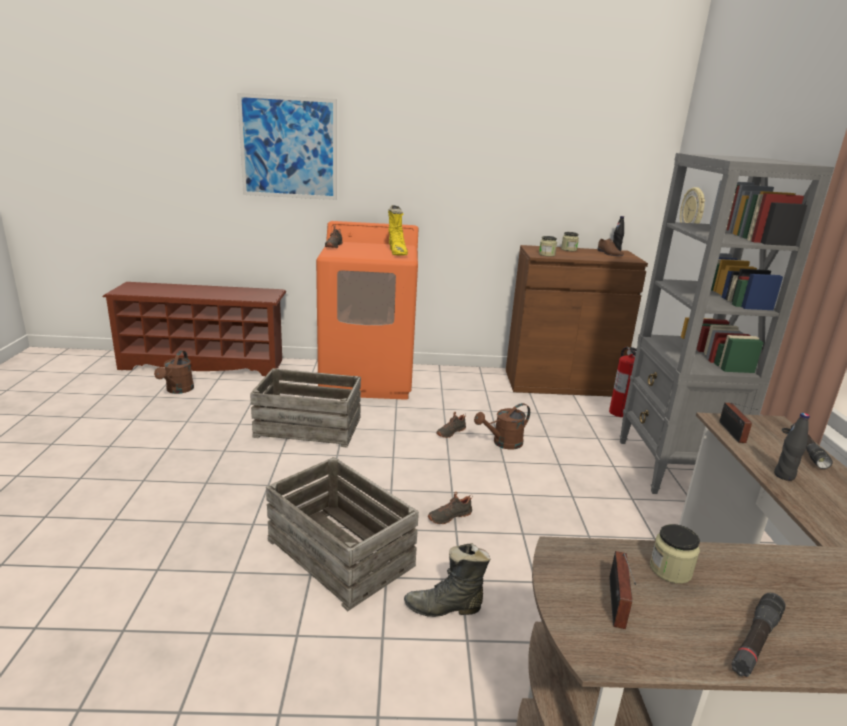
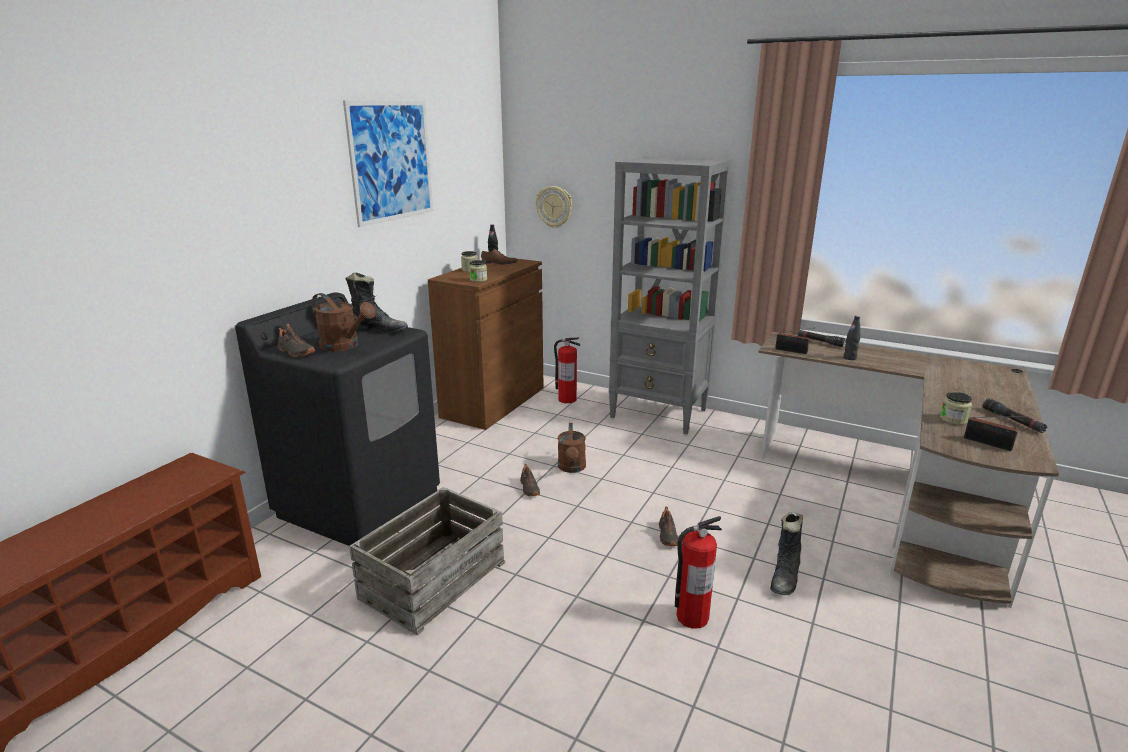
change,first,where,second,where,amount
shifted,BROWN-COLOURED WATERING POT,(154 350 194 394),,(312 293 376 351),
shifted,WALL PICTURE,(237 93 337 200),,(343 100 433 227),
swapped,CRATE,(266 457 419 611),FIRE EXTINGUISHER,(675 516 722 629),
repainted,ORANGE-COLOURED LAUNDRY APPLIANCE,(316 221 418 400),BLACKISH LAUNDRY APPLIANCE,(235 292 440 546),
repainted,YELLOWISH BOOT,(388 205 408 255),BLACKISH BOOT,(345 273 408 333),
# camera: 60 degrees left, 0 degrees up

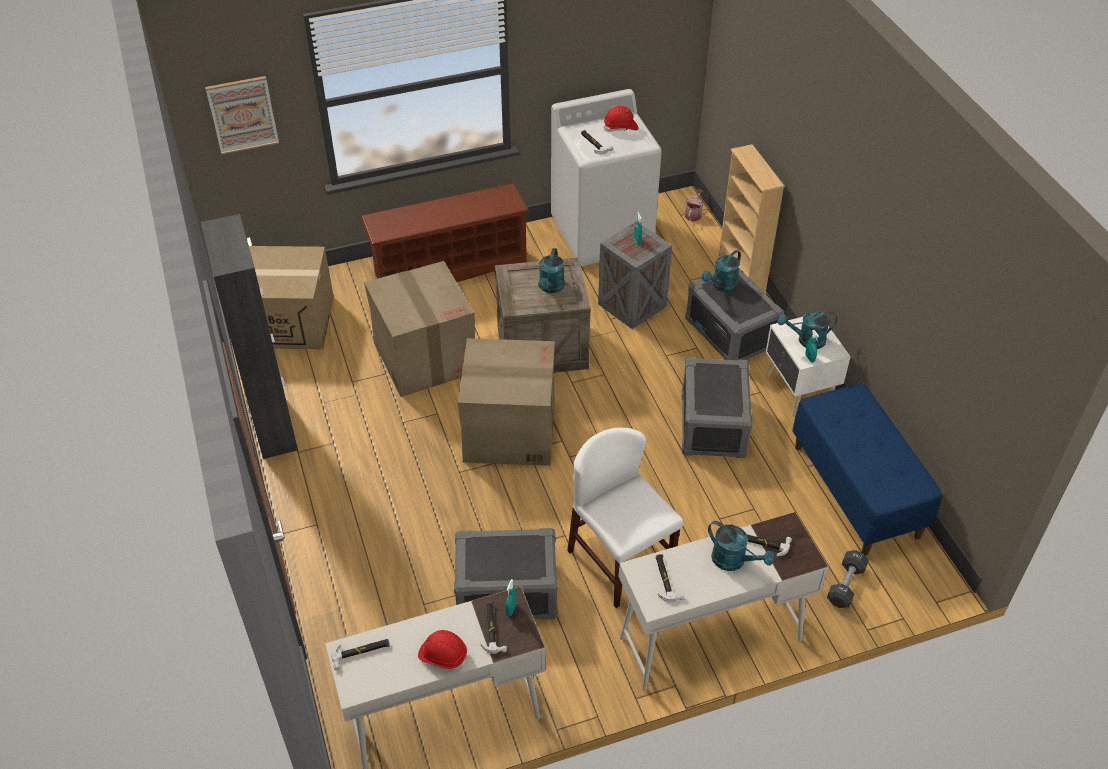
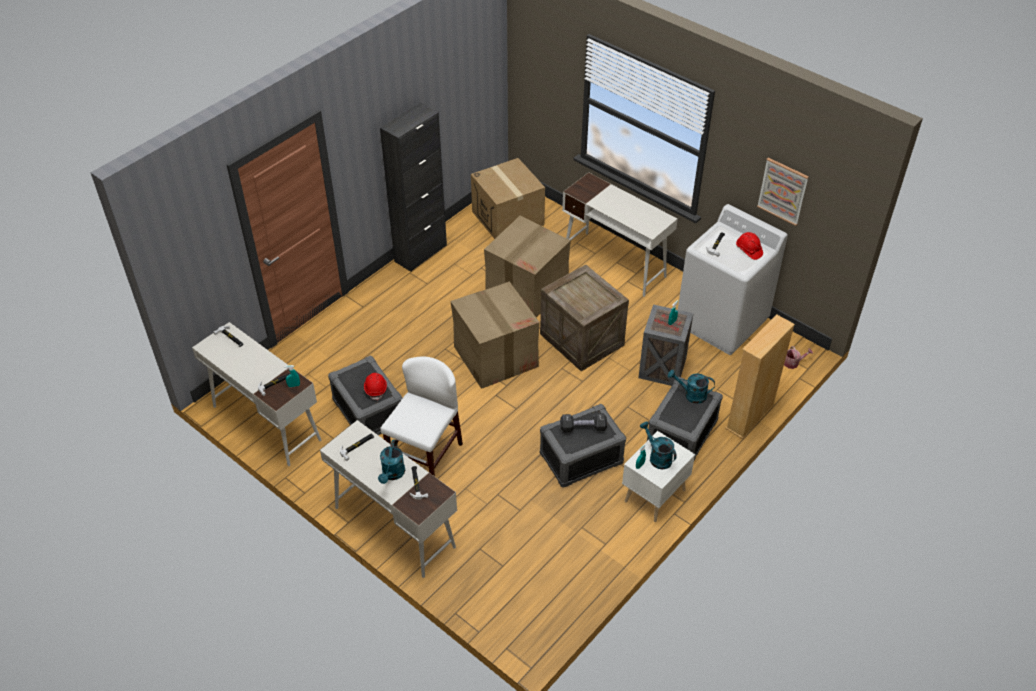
change,first,where,second,where,amount
gone,TURQUOISE WATERING POT,(538 248 565 293),,,
gone,BLUE-COLOURED LONG SEAT,(792 383 942 556),,,
shifted,WALL PICTURE,(205 76 279 155),,(757 158 809 226),
shifted,RED HARD HAT,(418 630 467 670),,(364 373 387 401),
shifted,BLACKISH DUMBBELL,(827 550 869 608),,(560 413 607 432),
swapped,BROWN-COLOURED SHOE SHELF,(361 184 529 282),WHITISH DESK UNIT,(562 172 678 297),
# camera: 60 degrees right, 0 degrees up

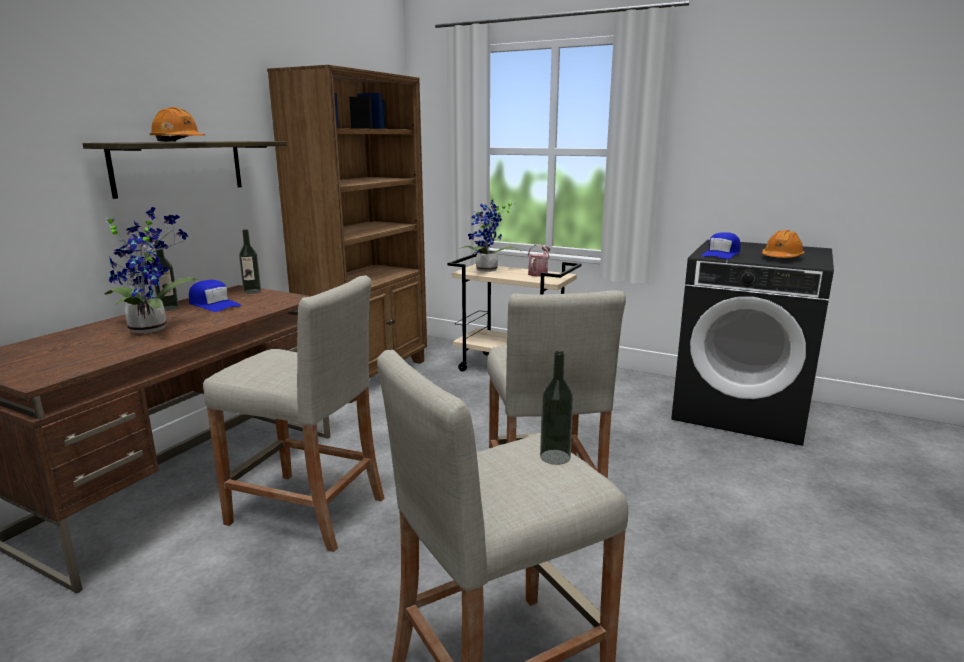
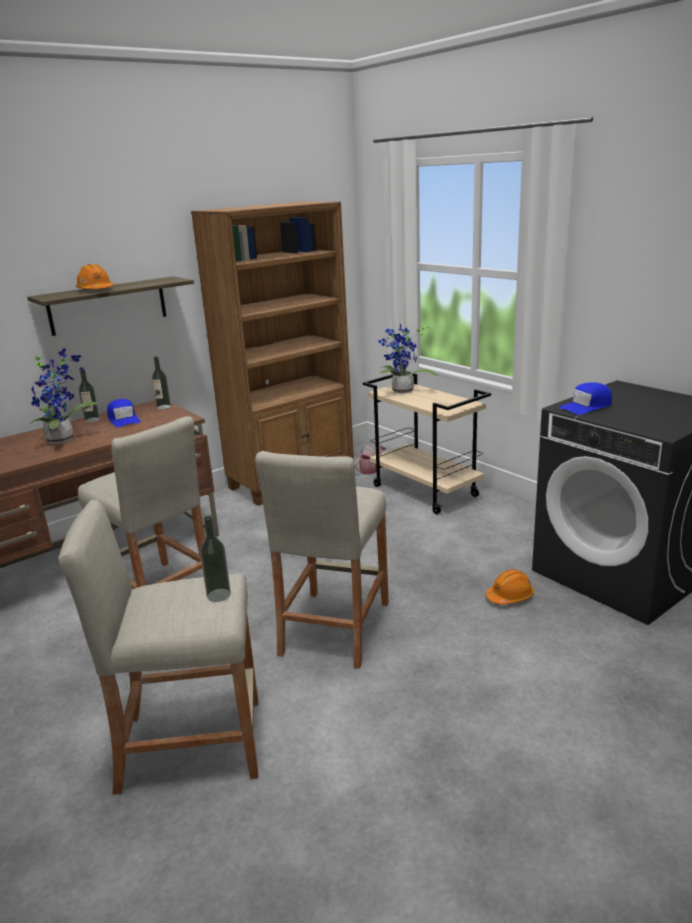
change,first,where,second,where,amount
shifted,WATERING POT,(527 244 551 277),,(355 445 386 475),
shifted,ORANGE-COLOURED HARD HAT,(762 230 805 258),,(486 569 534 605),
# camera: 25 degrees right, 5 degrees up

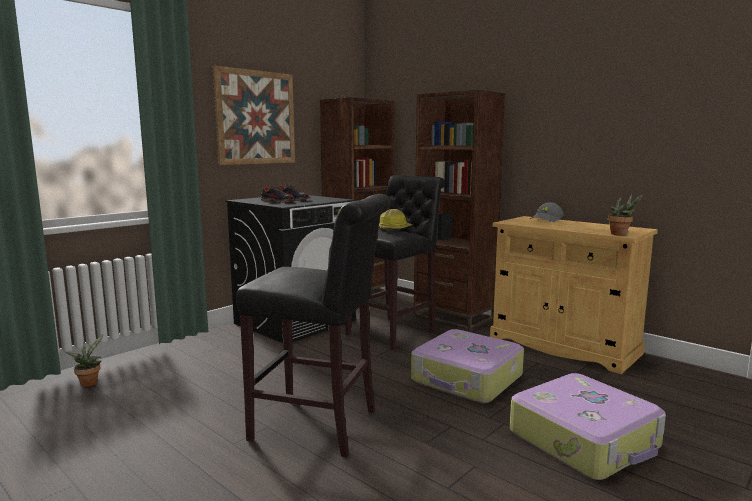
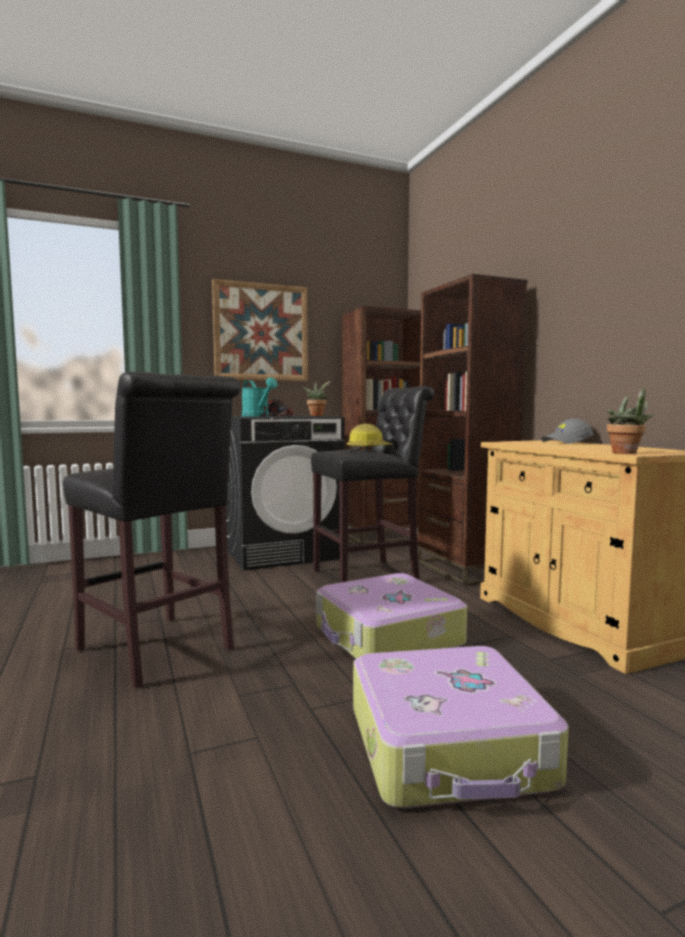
change,first,where,second,where,amount
shifted,HOUSEPLANT,(66 334 104 387),,(302 381 331 416),
swapped,LOW SHOE,(261 185 295 203),TURQUOISE WATERING POT,(242 377 277 417),
# camera: 25 degrees right, 5 degrees down

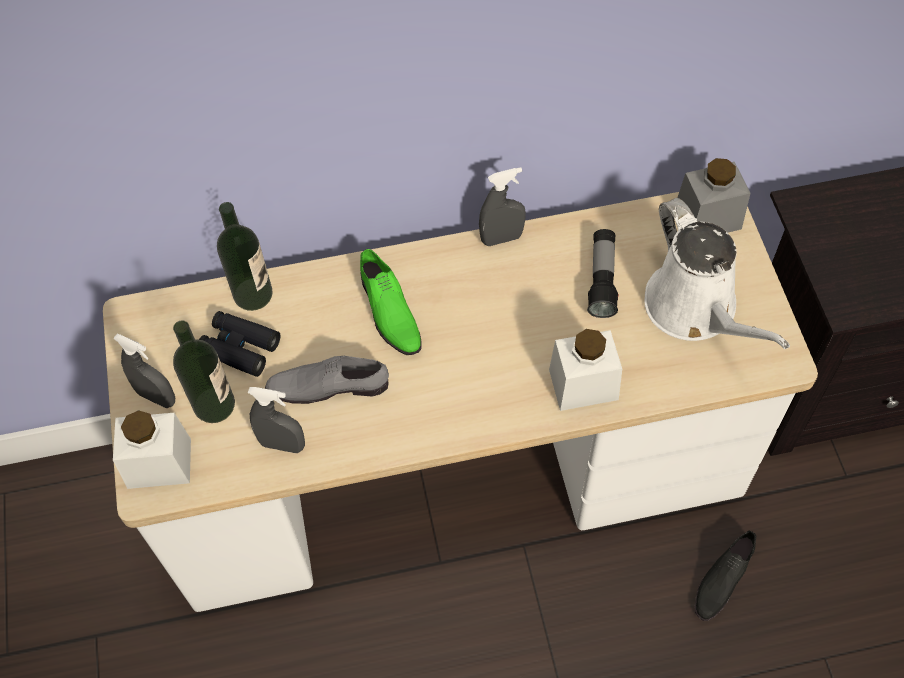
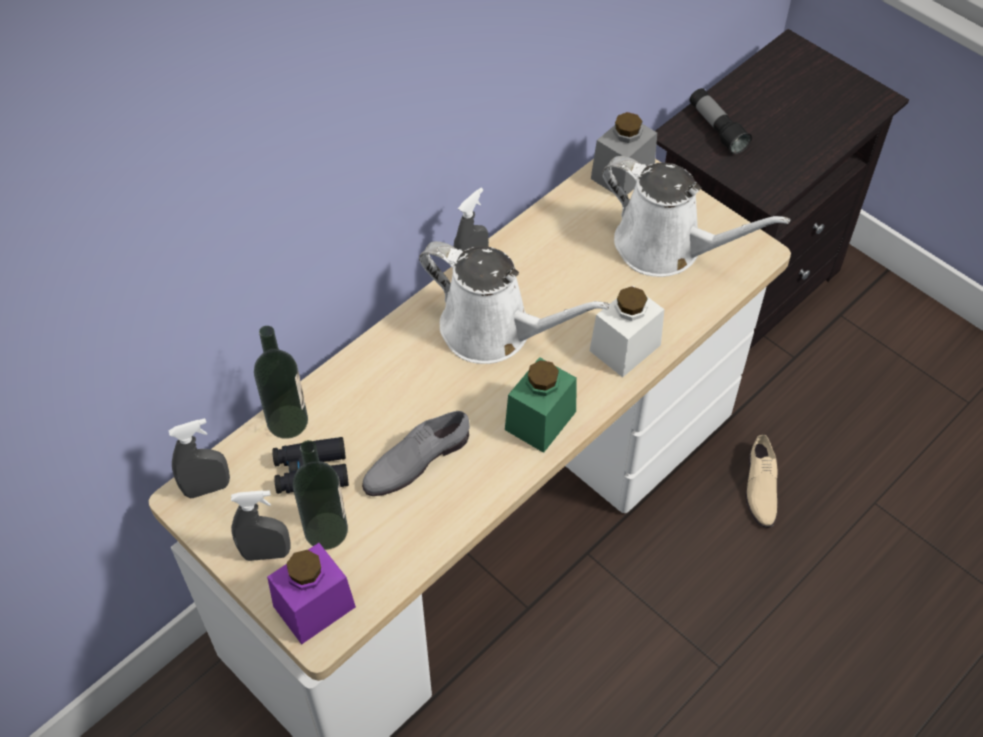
change,first,where,second,where,amount
gone,GREENISH LOW SHOE,(360 249 422 355),,,
new,,,WHITISH WATERING POT,(419 241 610 364),
new,,,GREENISH STORAGE JAR,(505 357 577 453),
shifted,GREYISH SPRAY BOTTLE,(248 387 305 453),,(169 418 230 498),
shifted,HAND TORCH,(587 229 618 318),,(690 88 752 154),
repainted,WHITISH STORAGE JAR,(113 410 191 489),PURPLISH STORAGE JAR,(267 543 356 645),
repainted,BLACKISH LOW SHOE,(695 531 756 621),SAND-COLOURED LOW SHOE,(745 434 778 528),
# camera: 35 degrees left, 5 degrees down

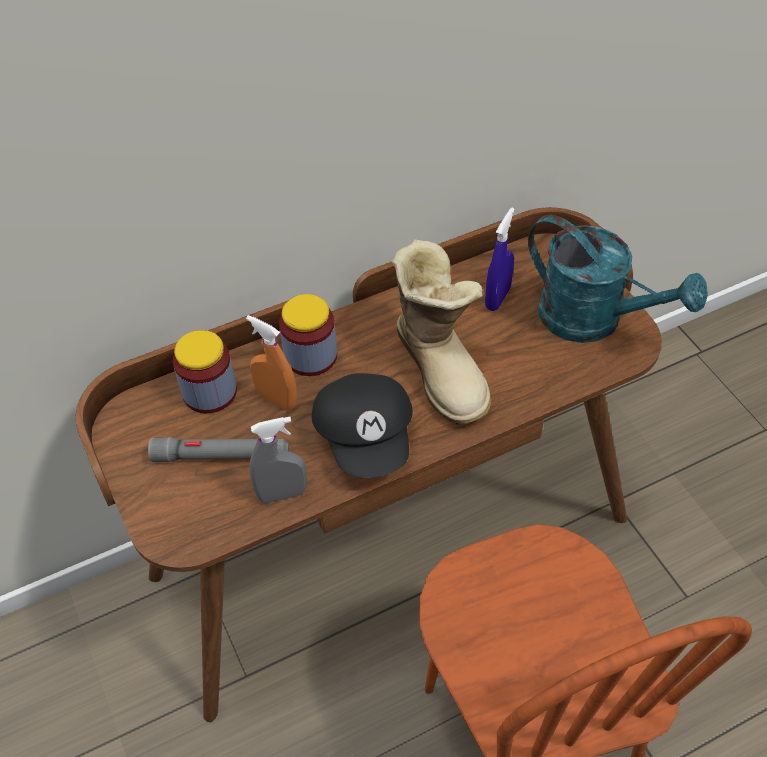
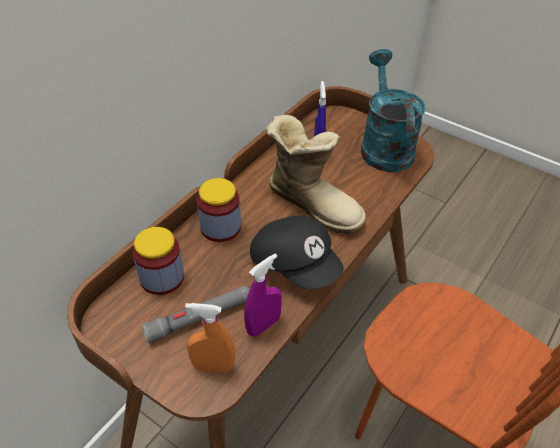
change,first,where,second,where,amount
shifted,ORANGE-COLOURED SPRAY BOTTLE,(246 315 297 410),,(185 303 235 372),
repainted,GREYISH SPRAY BOTTLE,(249 417 307 503),PURPLISH SPRAY BOTTLE,(244 253 282 337),
rotated,TURQUOISE WATERING POT,(528 215 708 343),,(361 49 426 172),105 degrees counterclockwise
# camera: 30 degrees left, 5 degrees down

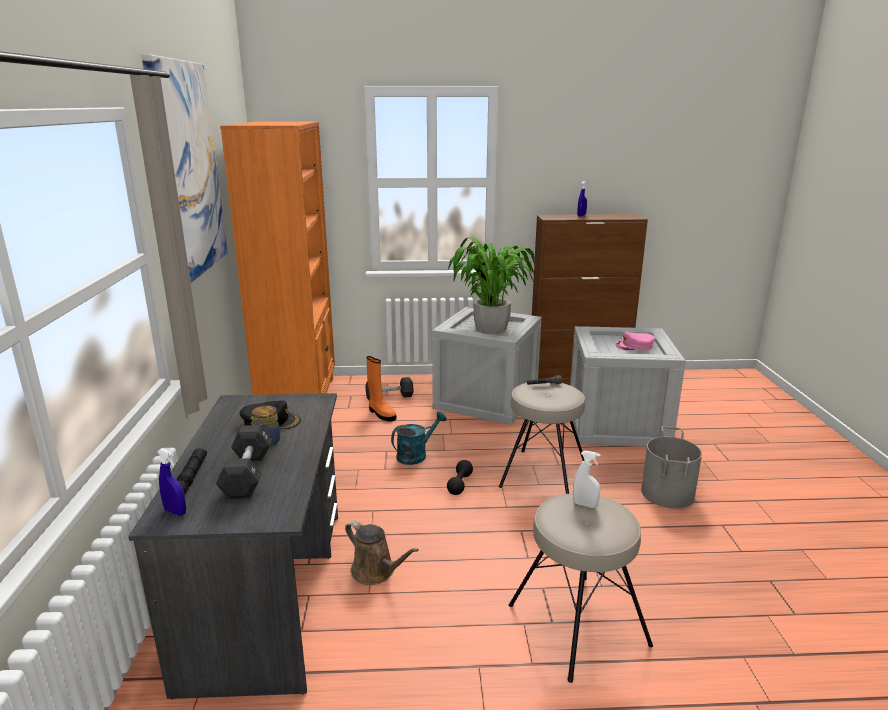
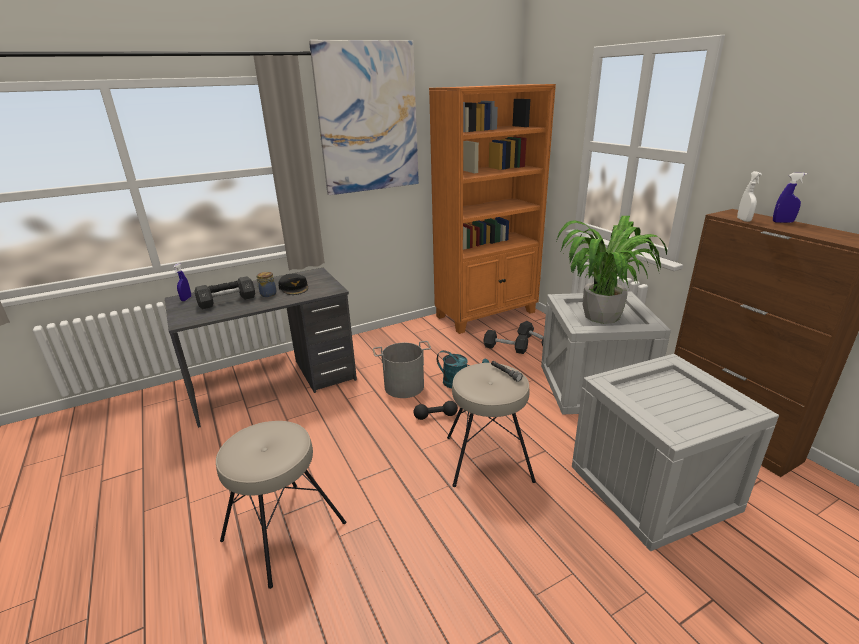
change,first,where,second,where,amount
gone,BROWN-COLOURED WATERING POT,(345 520 419 585),,,
gone,PINK BASEBALL CAP,(615 332 655 350),,,
shifted,WHITISH SPRAY BOTTLE,(573 451 600 508),,(737 171 762 222),
shifted,GREYISH BUCKET,(641 426 702 509),,(373 341 431 398),
swapped,ORANGE-COLOURED BOOT,(367 356 396 421),BLACKISH DUMBBELL,(483 330 528 354),
# camera: 65 degrees right, 5 degrees up

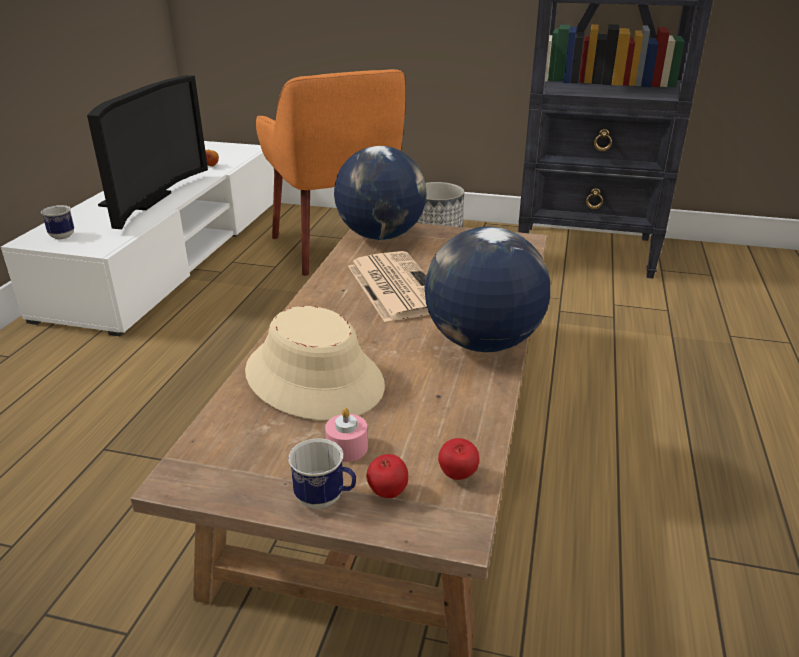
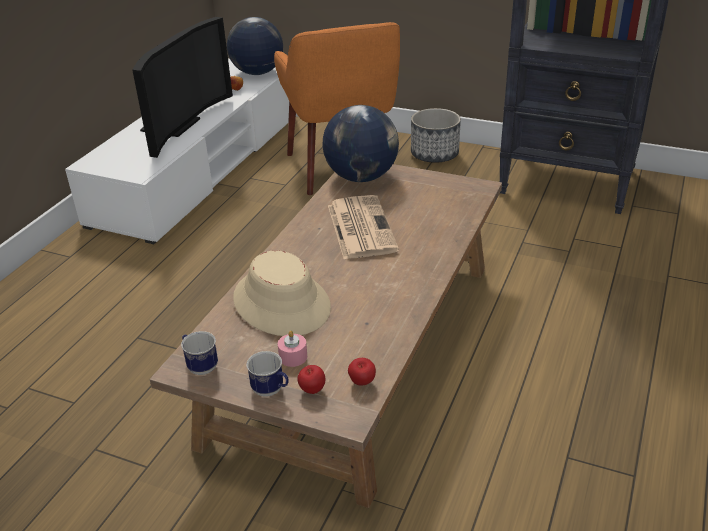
change,first,where,second,where,amount
shifted,TEA MUG,(41 205 74 239),,(181 331 218 375),
shifted,GLOBE,(425 227 550 352),,(227 17 283 75),
# camera: 10 degrees right, 5 degrees up

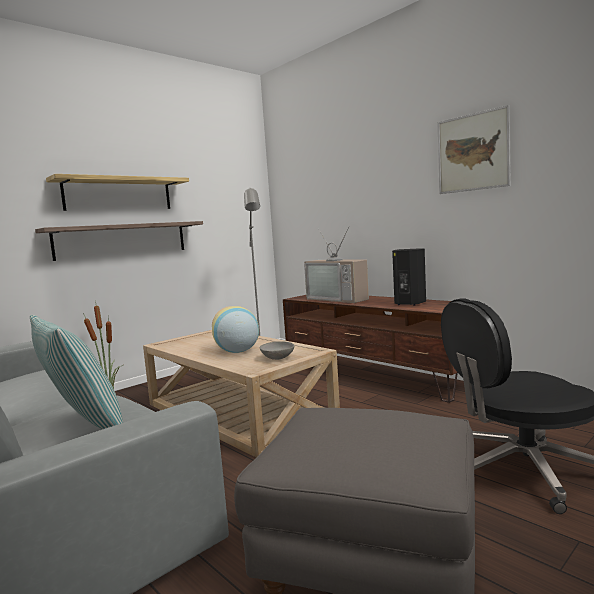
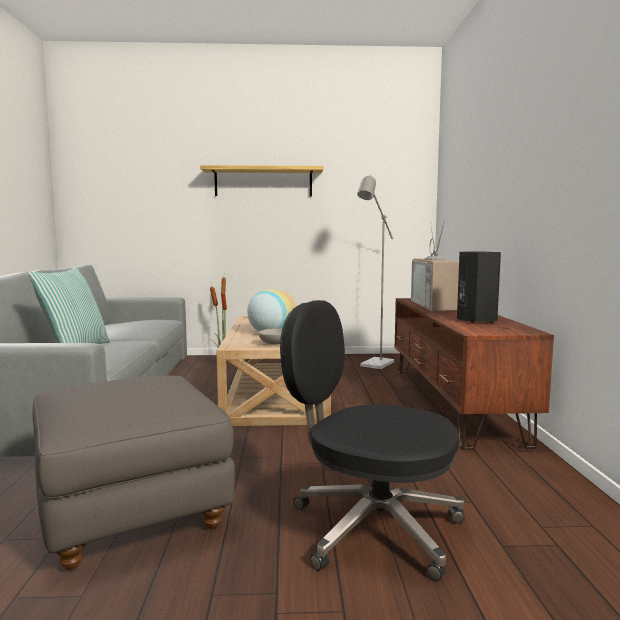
change,first,where,second,where,amount
gone,WALL SHELF,(35 221 203 261),,,
gone,WALL PICTURE,(437 105 511 194),,,
# camera: 40 degrees right, 0 degrees up

